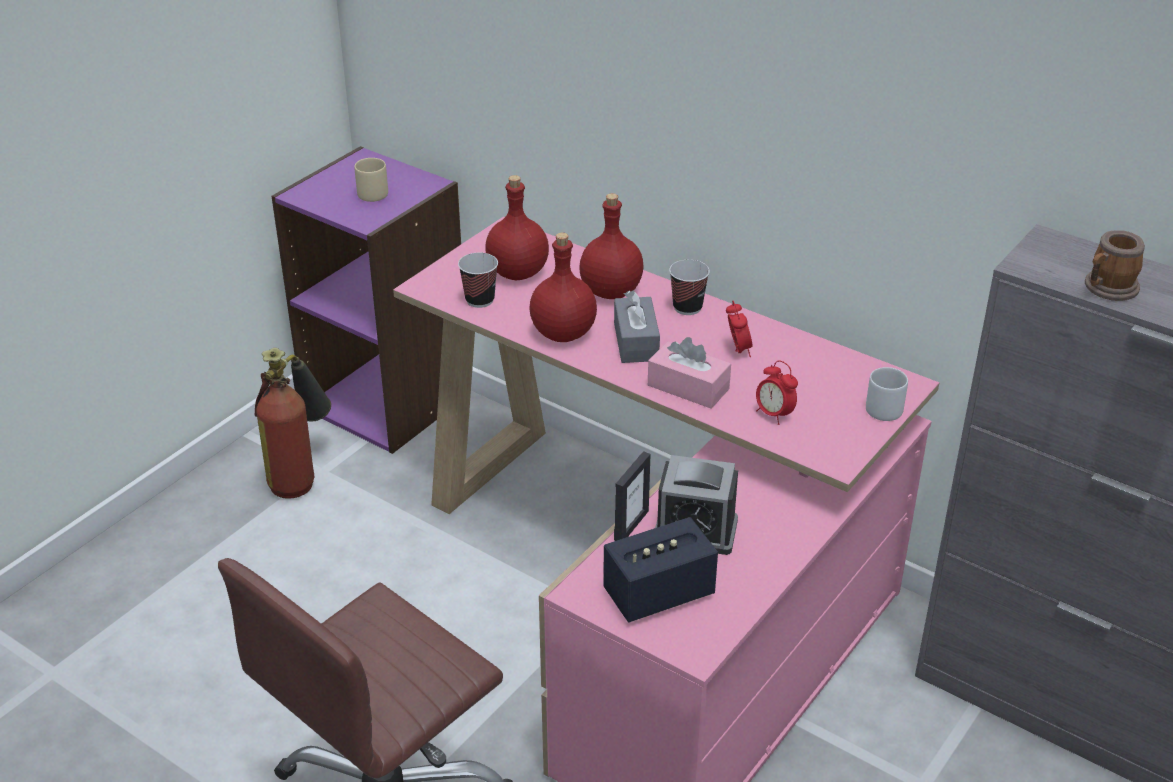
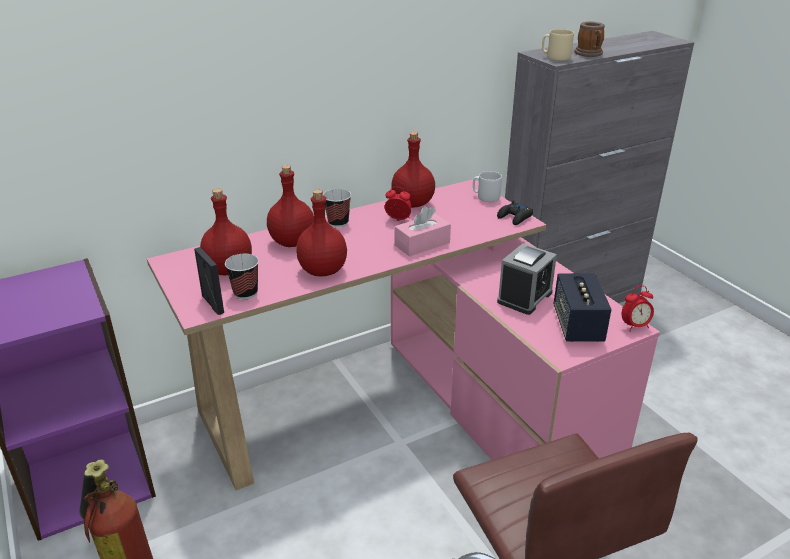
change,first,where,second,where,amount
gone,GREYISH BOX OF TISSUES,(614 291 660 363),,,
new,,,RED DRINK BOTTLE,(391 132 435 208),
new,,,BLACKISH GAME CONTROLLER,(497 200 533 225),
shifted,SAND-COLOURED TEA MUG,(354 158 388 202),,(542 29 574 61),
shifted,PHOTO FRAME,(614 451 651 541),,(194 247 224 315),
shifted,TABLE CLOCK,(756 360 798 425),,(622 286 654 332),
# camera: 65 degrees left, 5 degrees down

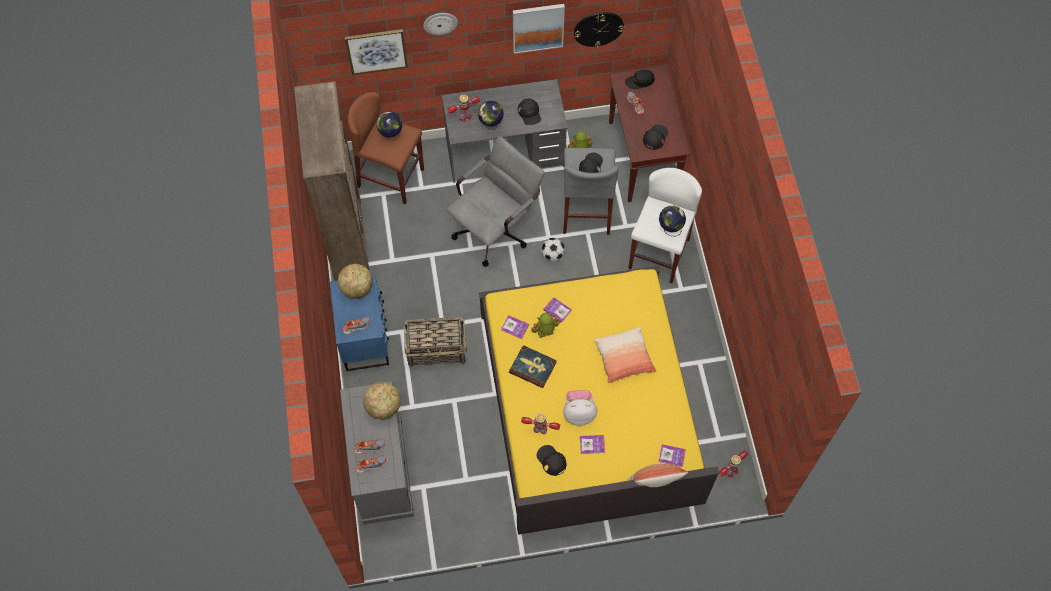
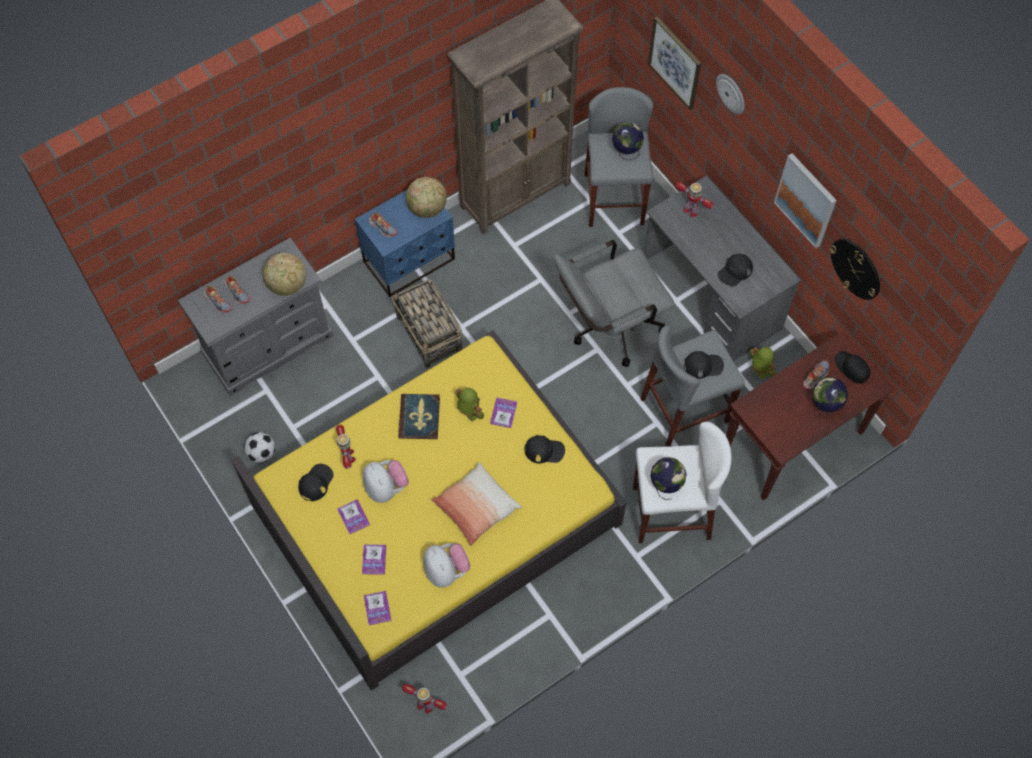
change,first,where,second,where,amount
gone,CUSHION,(628 464 688 487),,,
new,,,PLUSH TOY,(423 543 470 588),
shifted,GLOBE,(478 101 504 130),,(812 377 848 414),
shifted,VOLUME,(501 315 529 339),,(362 545 386 575),
shifted,FOOTBALL BALL,(541 238 565 261),,(244 432 275 463),
shifted,BLACKISH BASEBALL CAP,(643 124 668 150),,(524 435 565 463),
repainted,BROWN-COLOURED STOOL SEAT,(348 92 424 204),GREYISH STOOL SEAT,(585 87 653 227),
rotated,GREYISH DESK CHAIR,(446 136 544 267),,(554 240 675 367),135 degrees clockwise
# camera: 65 degrees right, 0 degrees up

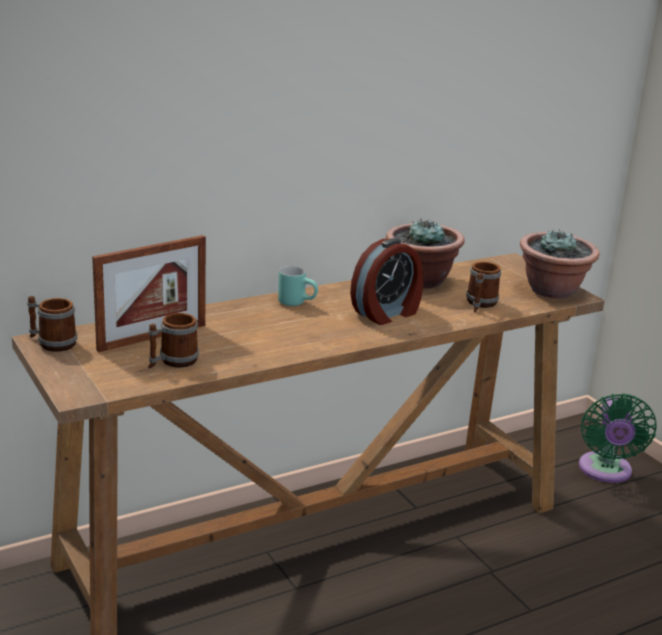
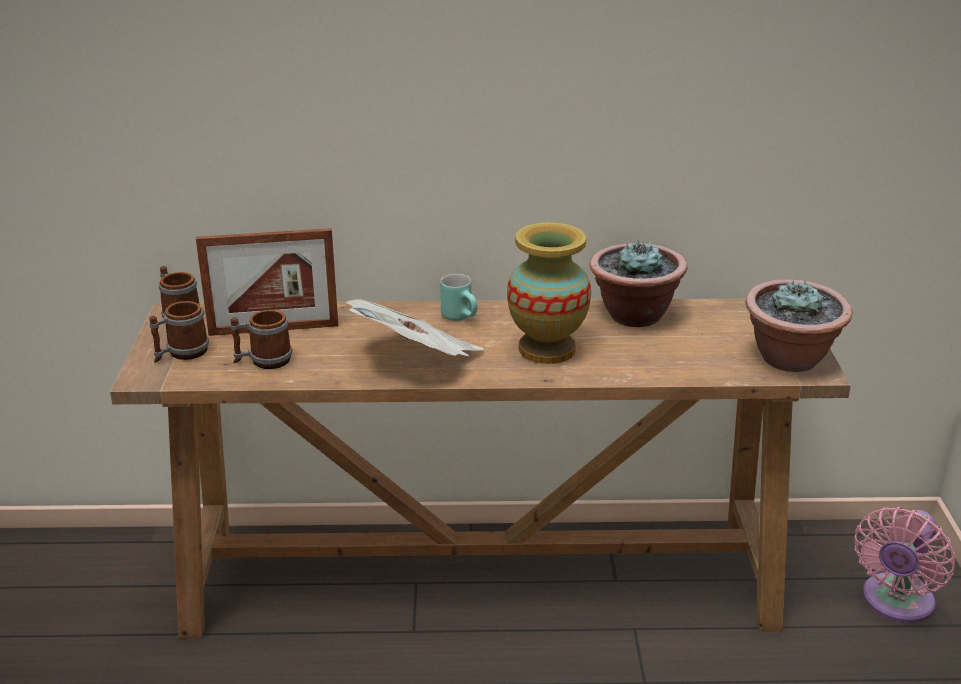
change,first,where,second,where,amount
new,,,NEWSPAPER,(346 299 484 356),
shifted,TEA MUG,(466 262 501 312),,(149 301 209 363),
swapped,TABLE CLOCK,(350 238 423 325),VASE,(507 222 591 364),
repainted,GREENISH COOLING FAN,(579 393 657 483),PINK COOLING FAN,(854 507 955 623),
# camera: 30 degrees right, 5 degrees up

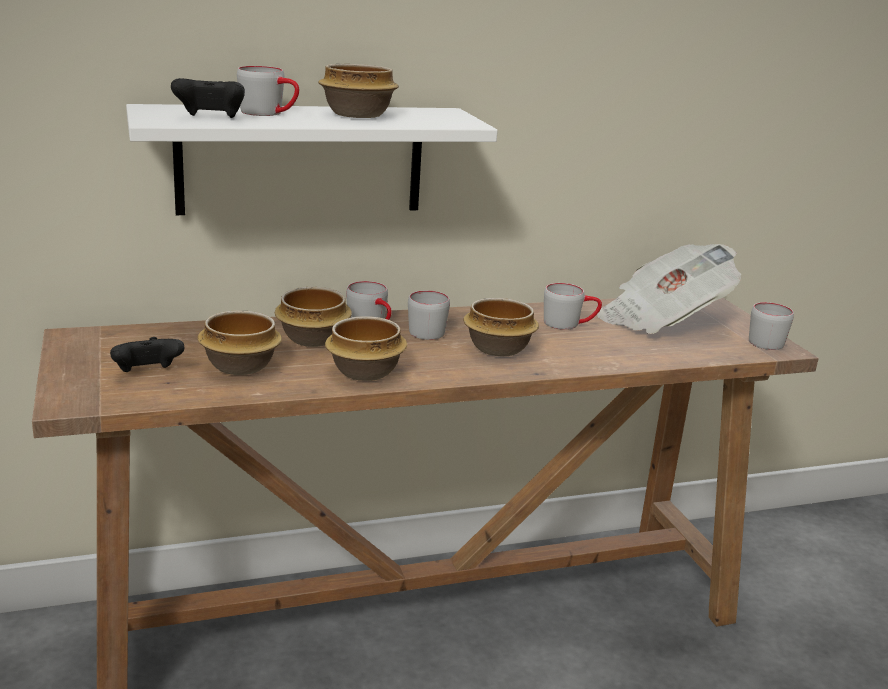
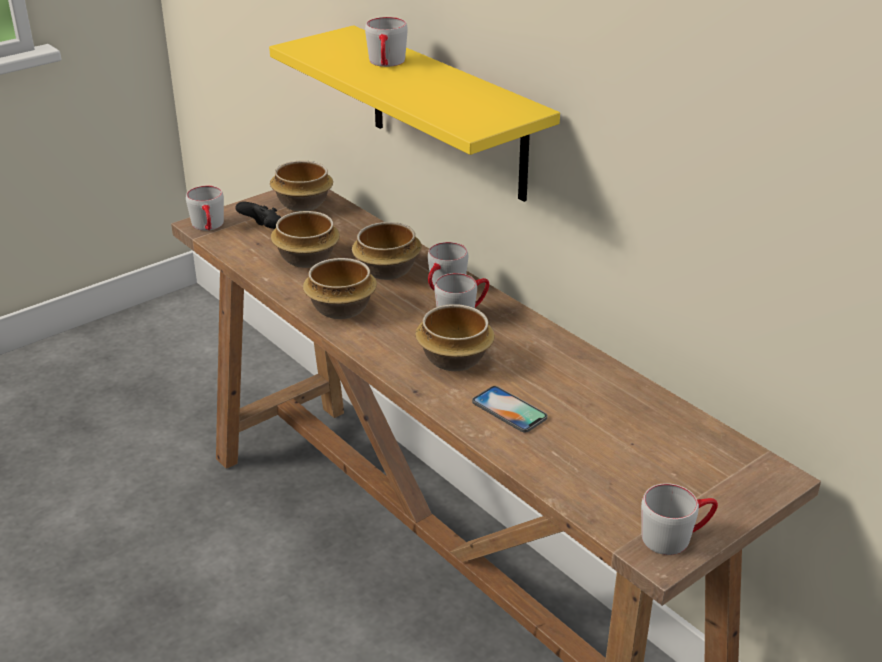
change,first,where,second,where,amount
gone,BLACKISH GAME CONTROLLER,(171 78 245 118),,,
gone,NEWSPAPER,(597 244 741 334),,,
new,,,HANDSET,(472 386 547 432),
shifted,BOWL,(318 64 399 118),,(270 160 333 211),
shifted,GREYISH TEA MUG,(544 283 602 330),,(186 186 224 231),
repainted,WHITISH WALL SHELF,(126 104 498 215),YELLOWISH WALL SHELF,(269 25 560 202),
# camera: 70 degrees right, 10 degrees up

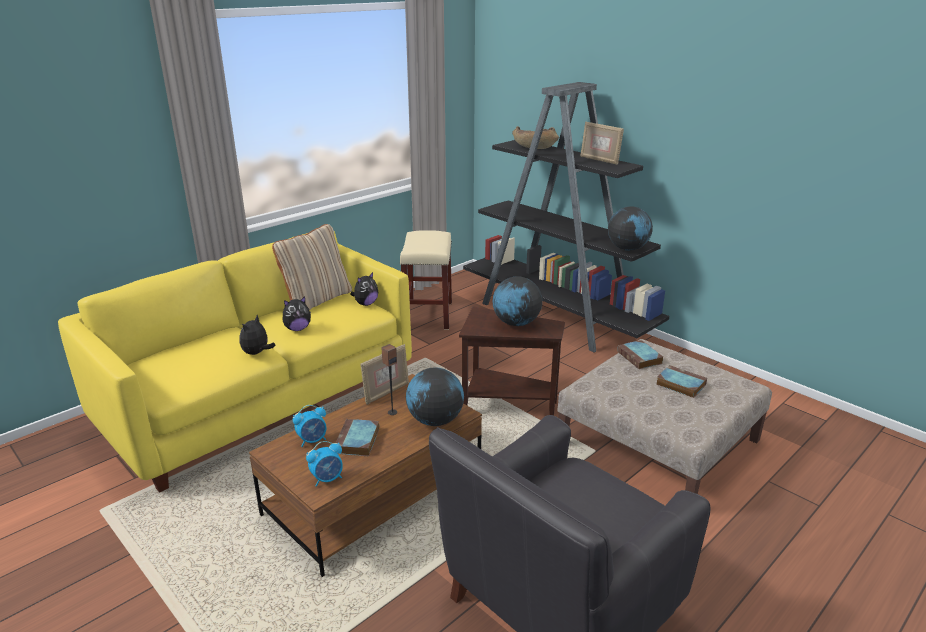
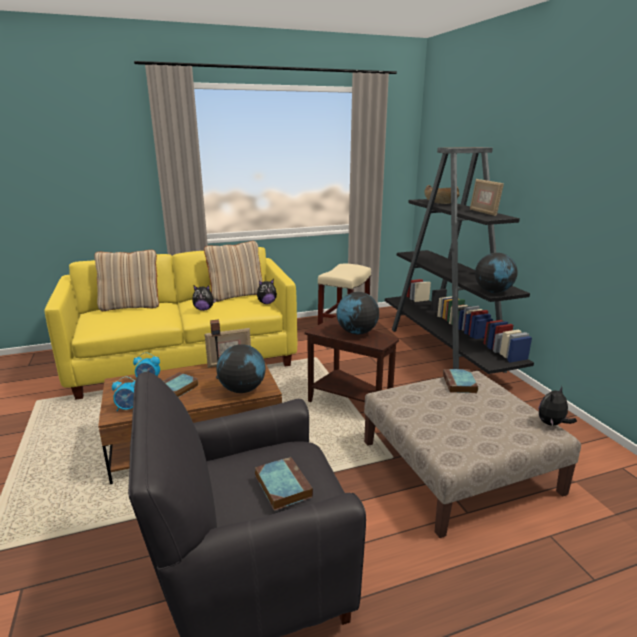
change,first,where,second,where,amount
new,,,SAND-COLOURED CUSHION,(95 250 159 311),
shifted,PLUSH TOY,(239 315 276 355),,(539 386 577 426),
shifted,VOLUME,(656 365 707 398),,(255 457 313 511),
# camera: 25 degrees right, 5 degrees down

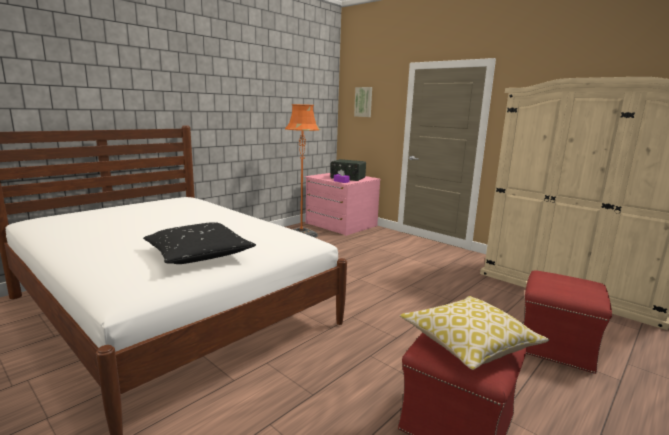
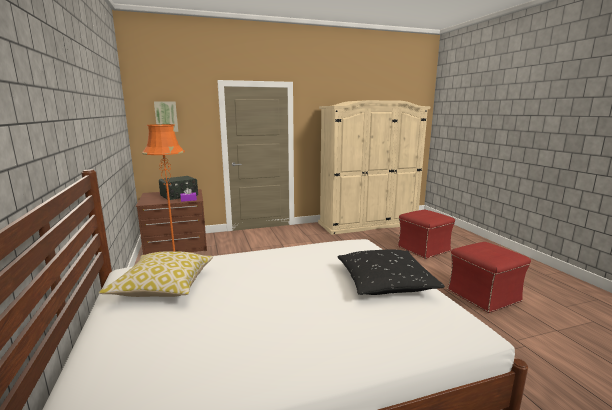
change,first,where,second,where,amount
shifted,CUSHION,(400 296 549 370),,(99 251 213 297),
repainted,PINK DRESSER,(305 173 380 236),BROWN-COLOURED DRESSER,(136 189 207 255),
# camera: 60 degrees left, 0 degrees up

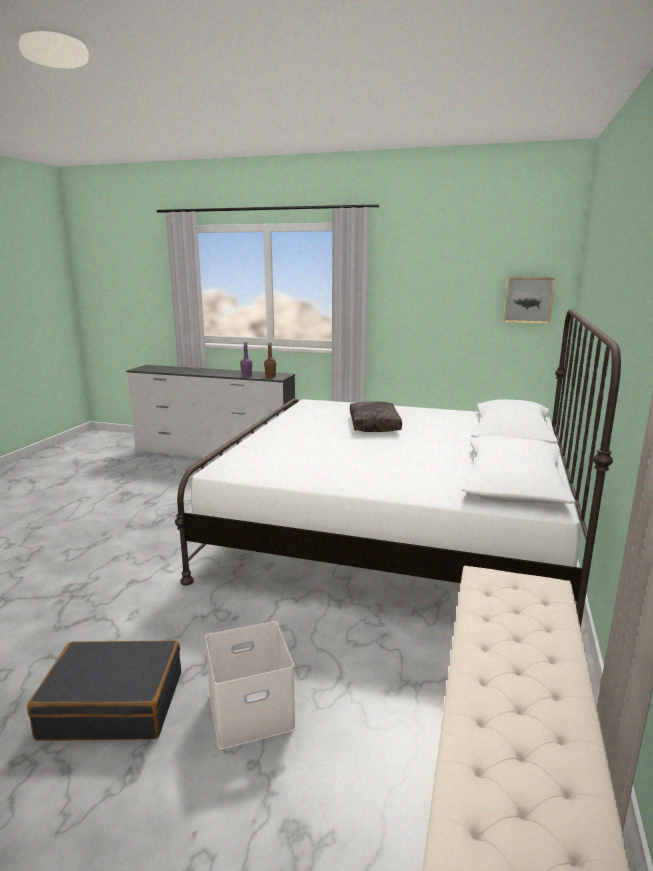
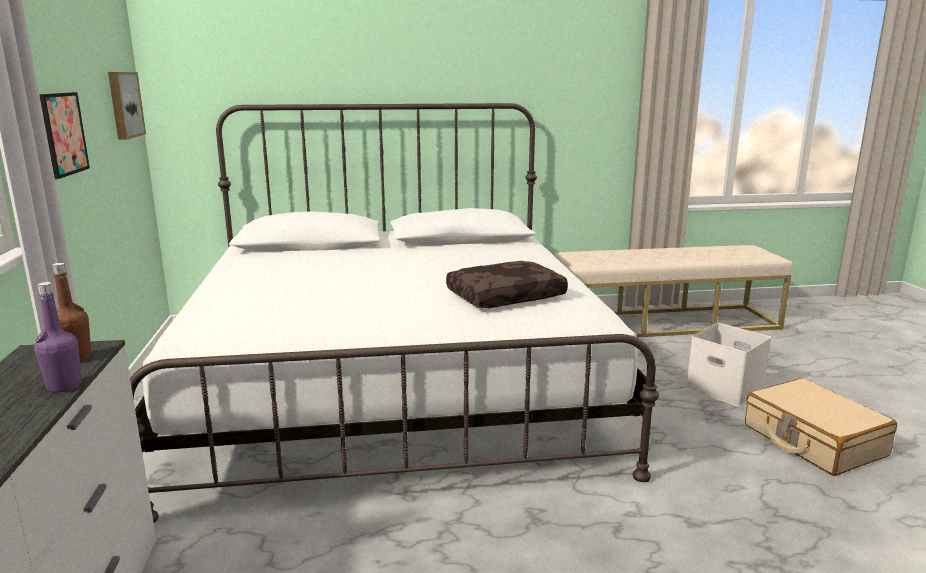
change,first,where,second,where,amount
new,,,WALL PICTURE,(39 92 90 179),
shifted,BROWN-COLOURED CUSHION,(350 401 402 432),,(446 261 568 308),
repainted,BLACKISH TRAVEL CASE,(27 640 181 741),SAND-COLOURED TRAVEL CASE,(745 378 897 476),
# camera: 115 degrees left, 0 degrees up

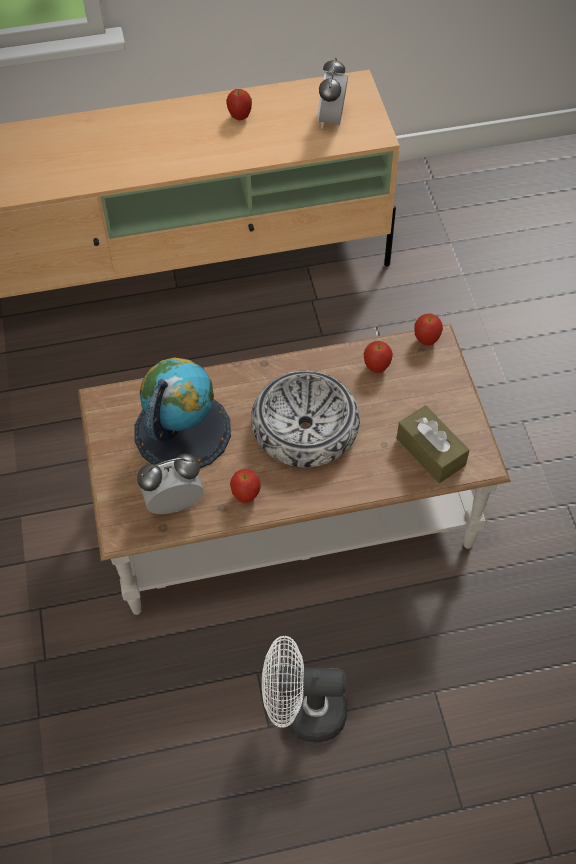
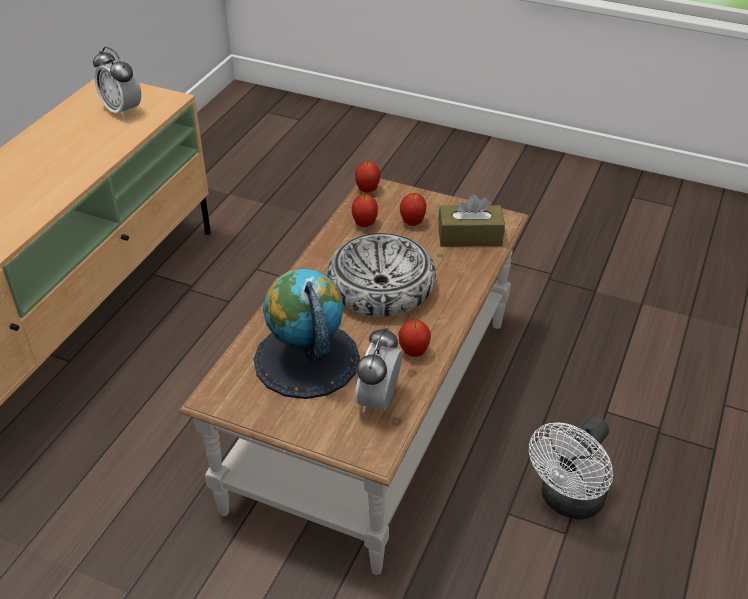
change,first,where,second,where,amount
shifted,APPLE,(226 89 252 120),,(400 193 427 226),
# camera: 55 degrees left, 15 degrees down

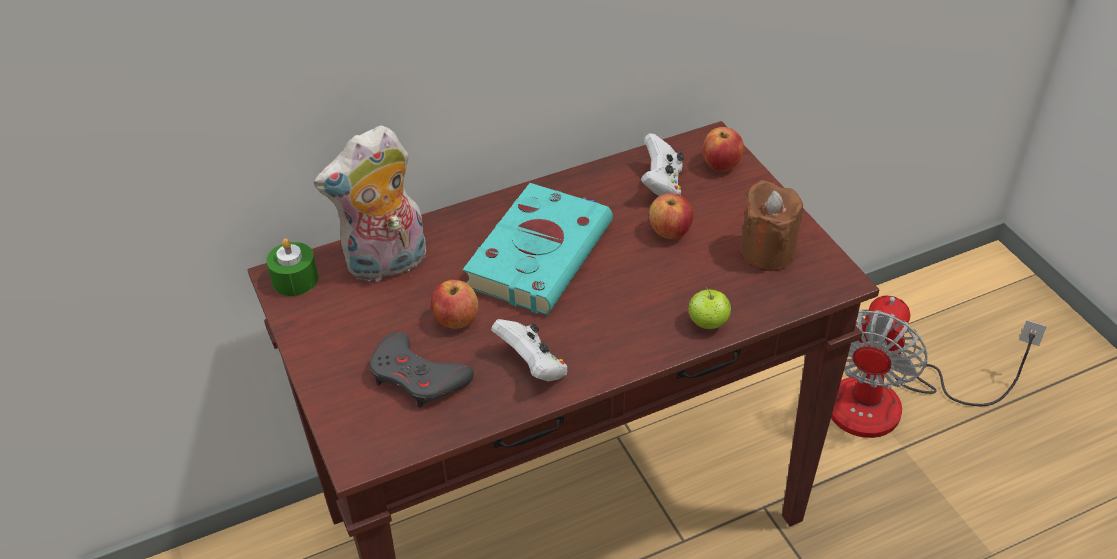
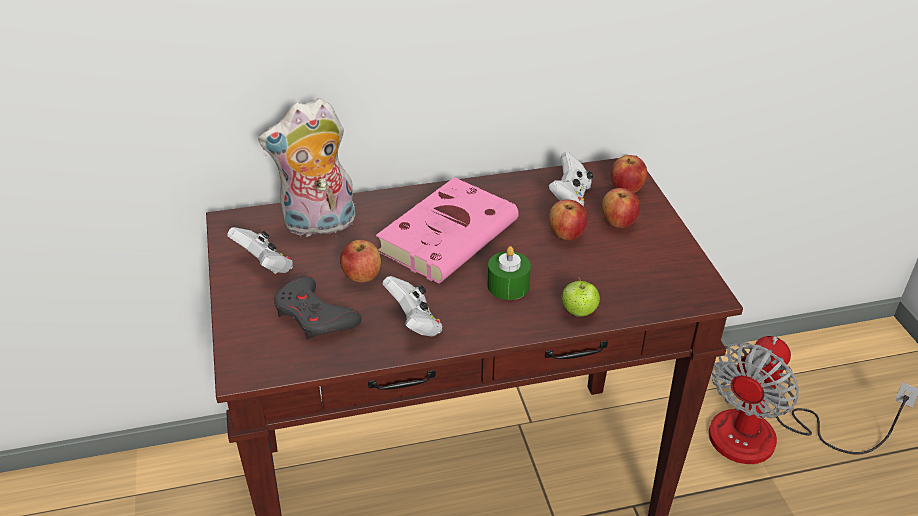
change,first,where,second,where,amount
gone,BROWN-COLOURED WAX LIGHT,(740 180 803 271),,,
new,,,WHITISH GAME CONTROLLER,(227 227 293 274),
new,,,APPLE,(602 188 640 228),
shifted,GREENISH WAX LIGHT,(266 238 318 296),,(487 246 531 300),
repainted,TURQUOISE VOLUME,(463 183 613 315),PINK VOLUME,(376 177 519 283),
# camera: 10 degrees right, 5 degrees down

